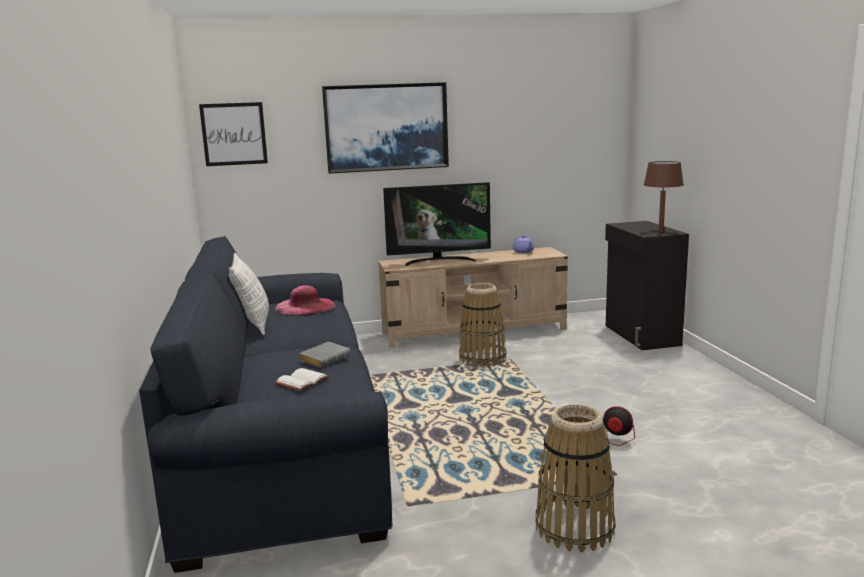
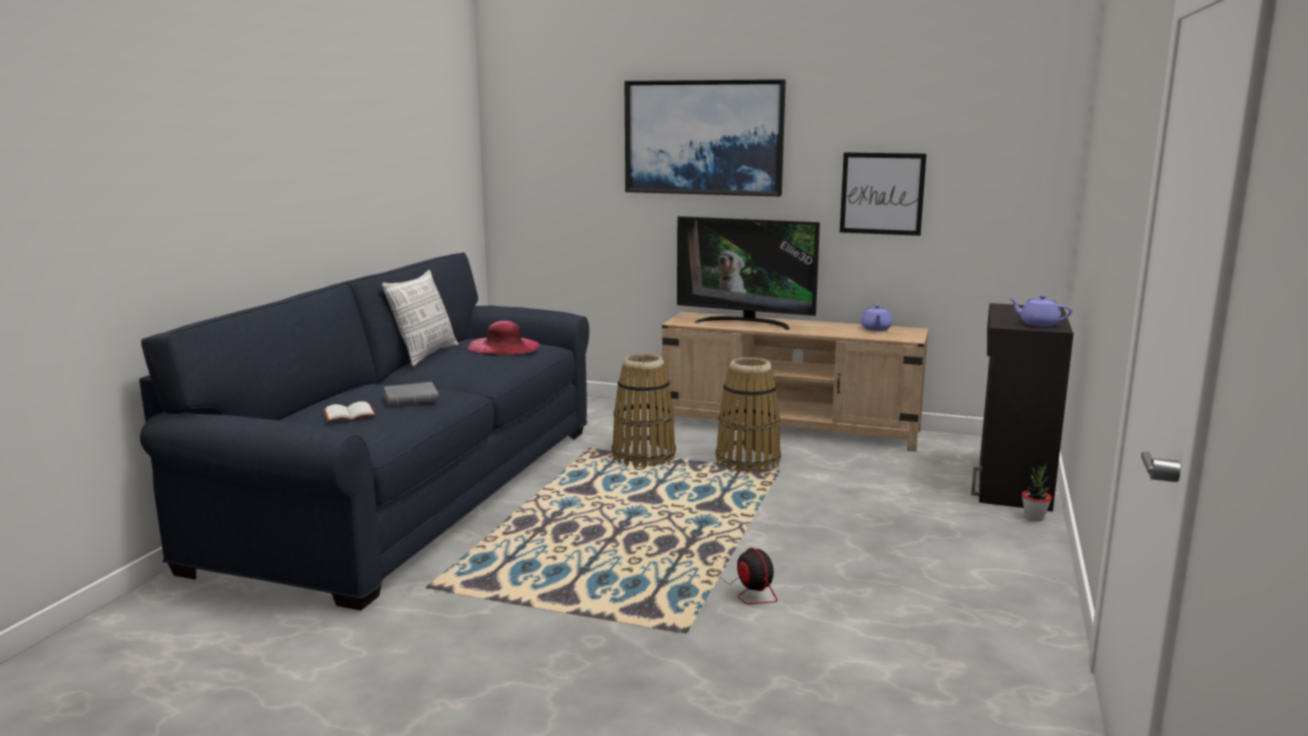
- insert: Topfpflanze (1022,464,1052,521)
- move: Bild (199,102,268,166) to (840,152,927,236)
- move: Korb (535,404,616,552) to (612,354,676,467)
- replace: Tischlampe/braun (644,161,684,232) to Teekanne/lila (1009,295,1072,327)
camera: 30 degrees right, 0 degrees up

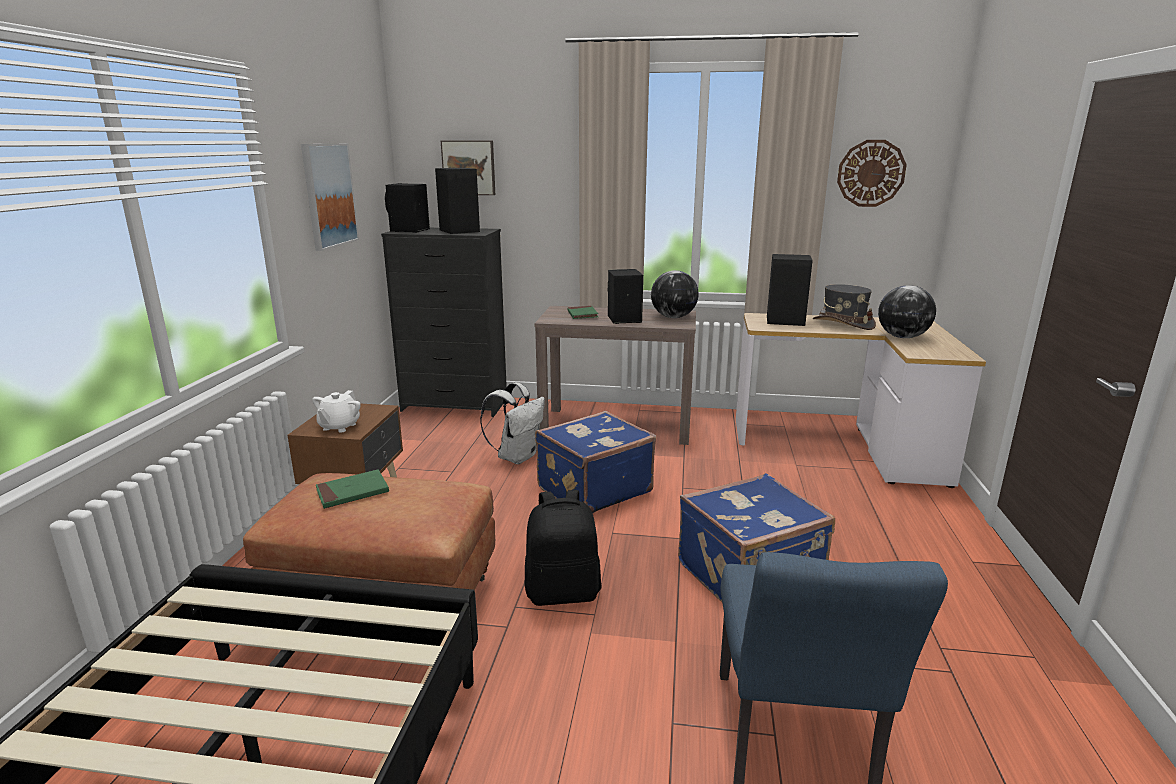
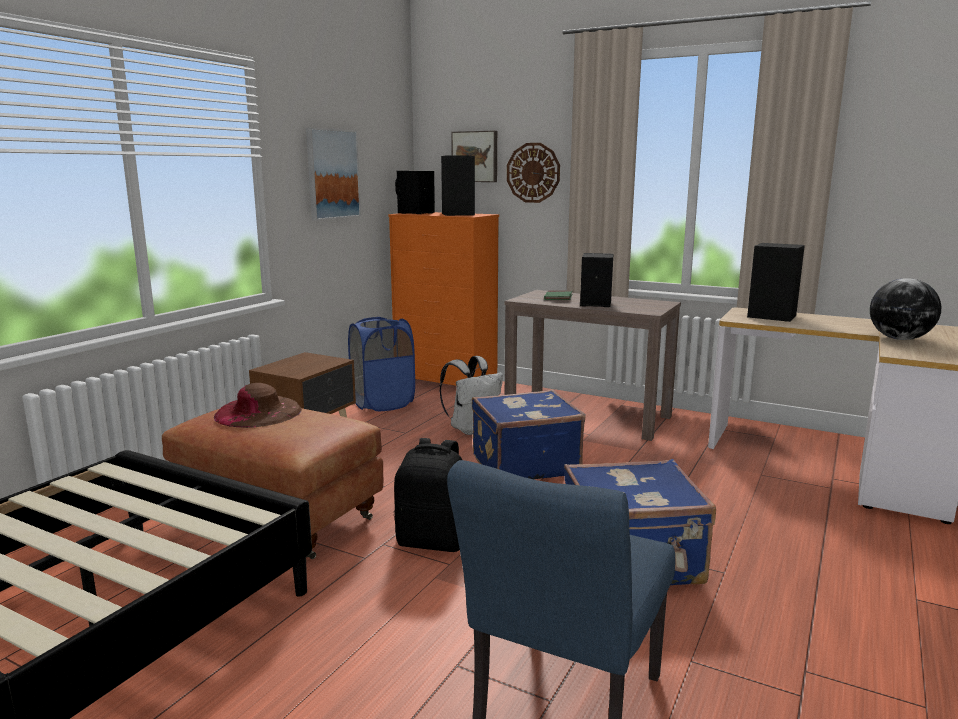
- delete: Teekanne/weiß (312,390,361,432)
- delete: Globus (651,270,699,318)
- delete: Hut/grau (813,284,876,330)
- insert: Wäschekorb/blau (348,317,415,411)
- move: Wanduhr (837,140,907,207) to (507,143,560,203)
- replace: Buch/grün (316,469,389,509) to Hut/braun (214,383,302,428)
- recolor: Kommode/schwarz (381,228,507,417) to Kommode/orange (388,212,499,386)
camera: 20 degrees right, 5 degrees down

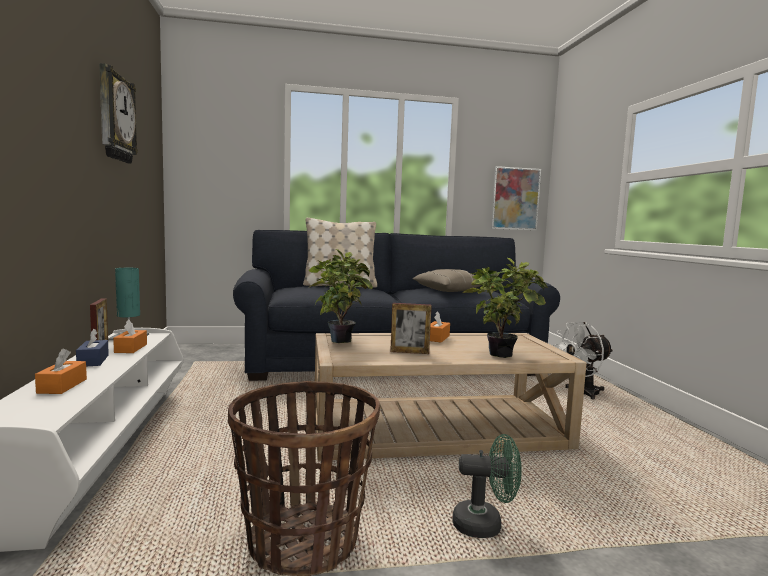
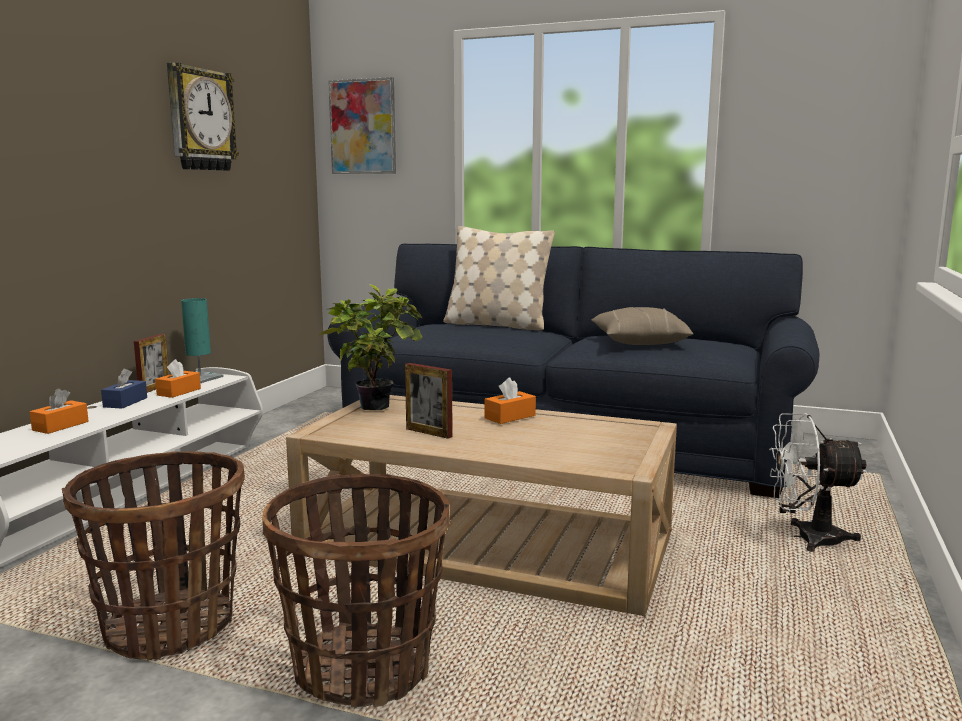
- delete: Topfpflanze (462,258,548,358)
- move: Bild (491,166,541,230) to (328,77,396,174)
- replace: Ventilator/grün (452,434,522,538) to Korb (262,474,450,708)
camera: 30 degrees right, 5 degrees up

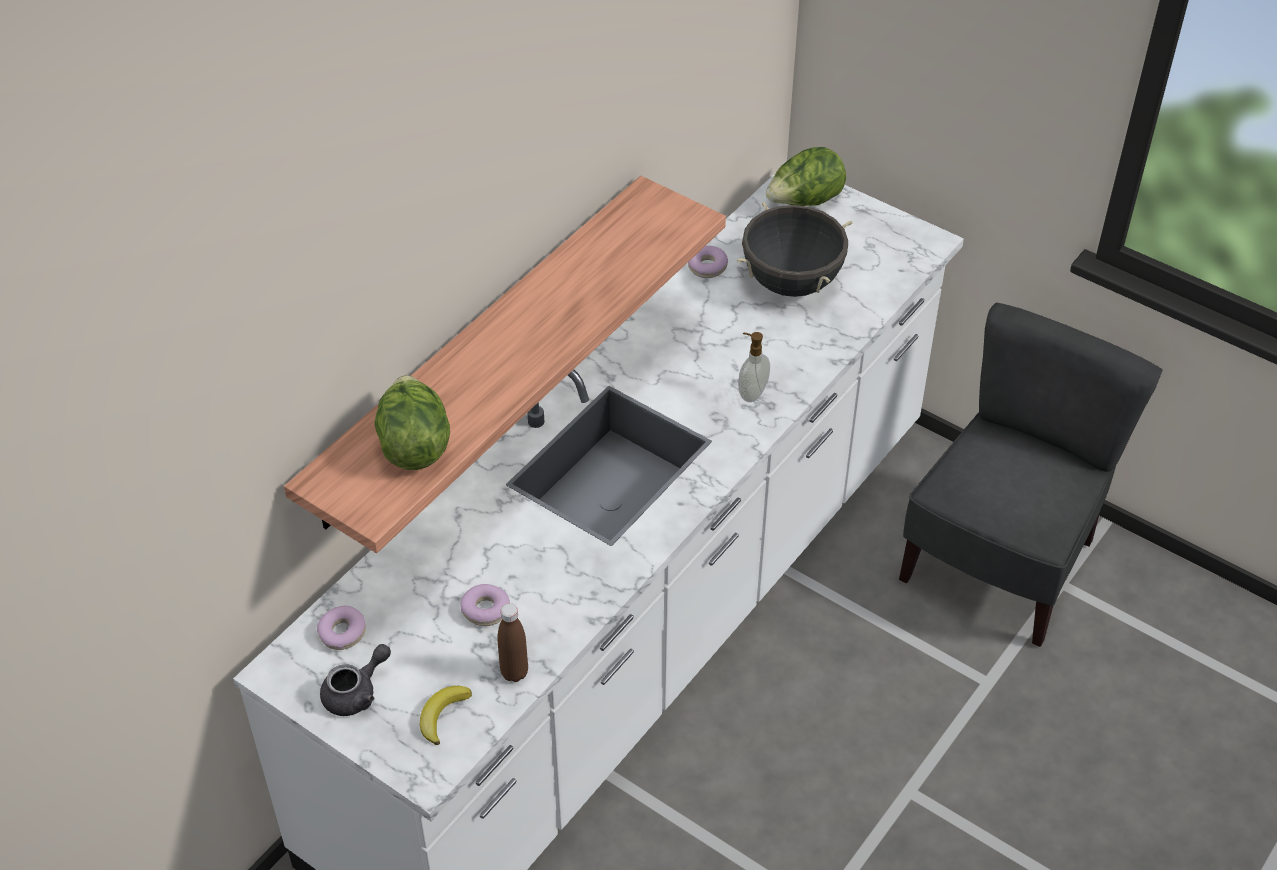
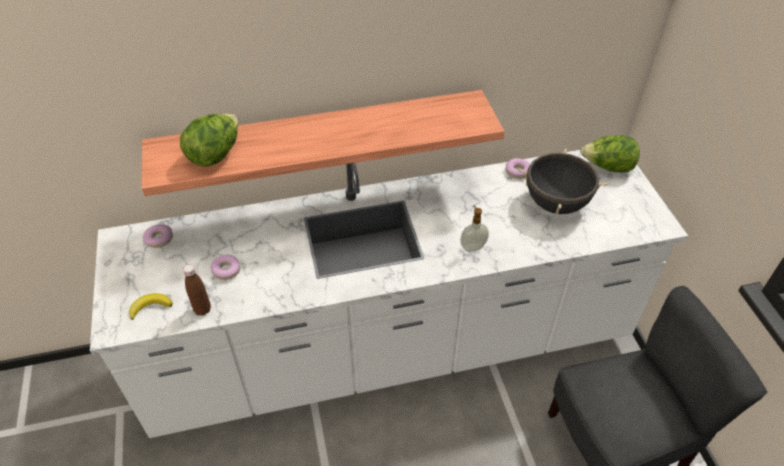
- delete: Teekanne/grau (320,644,391,716)
camera: 40 degrees right, 0 degrees up

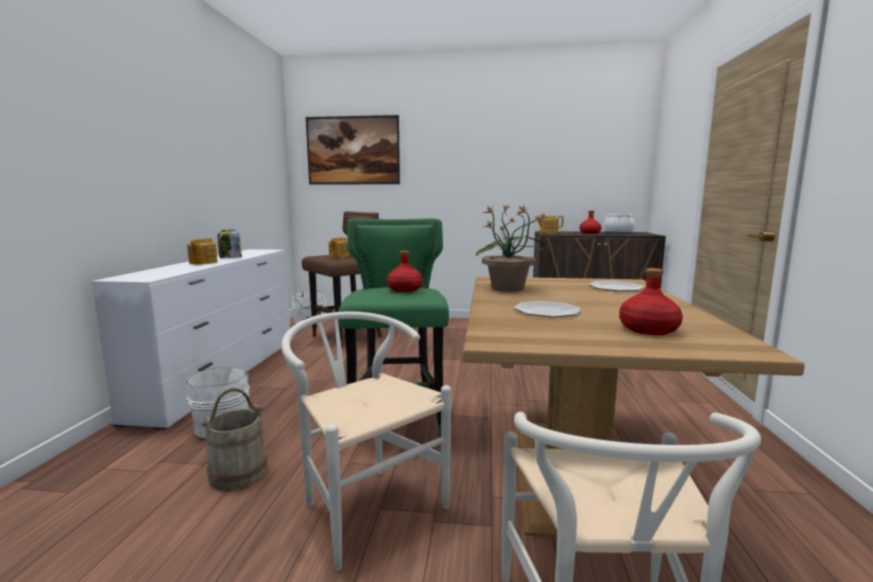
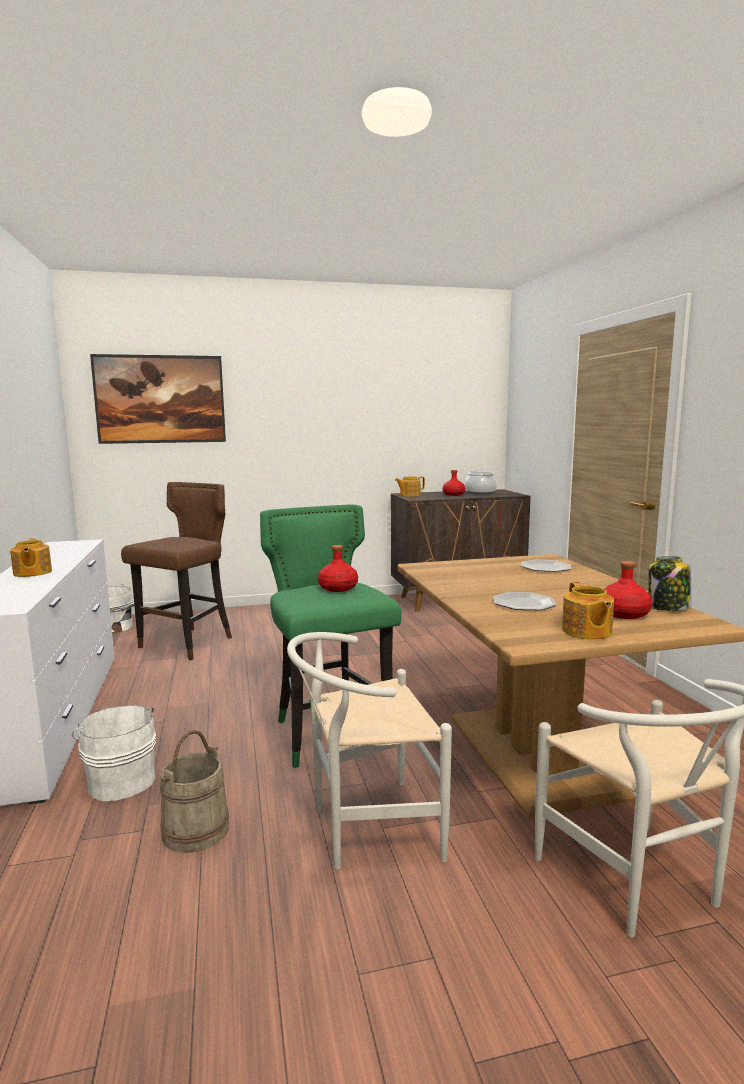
- delete: Topfpflanze (476,204,546,292)
- move: Vorratsglas (218,230,242,258) to (648,556,691,611)
- move: Teekanne (329,237,349,257) to (562,582,614,640)
- rotate: Stuhl/weiß (281,311,451,571) = (287,632,452,870) 45 degrees counterclockwise
camera: 20 degrees left, 0 degrees up

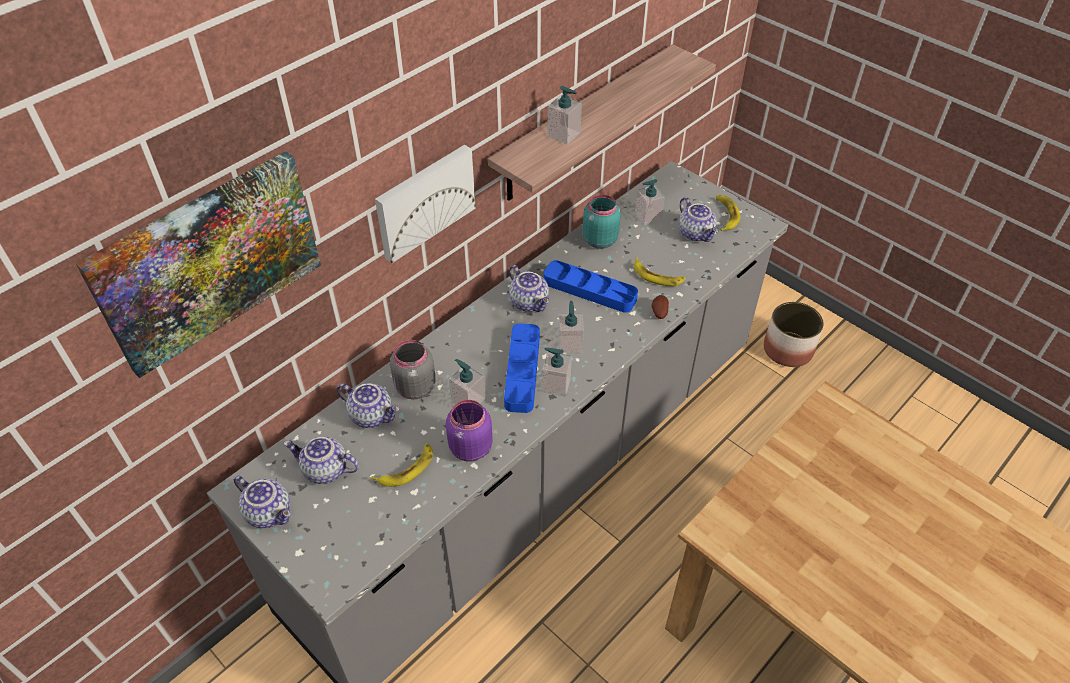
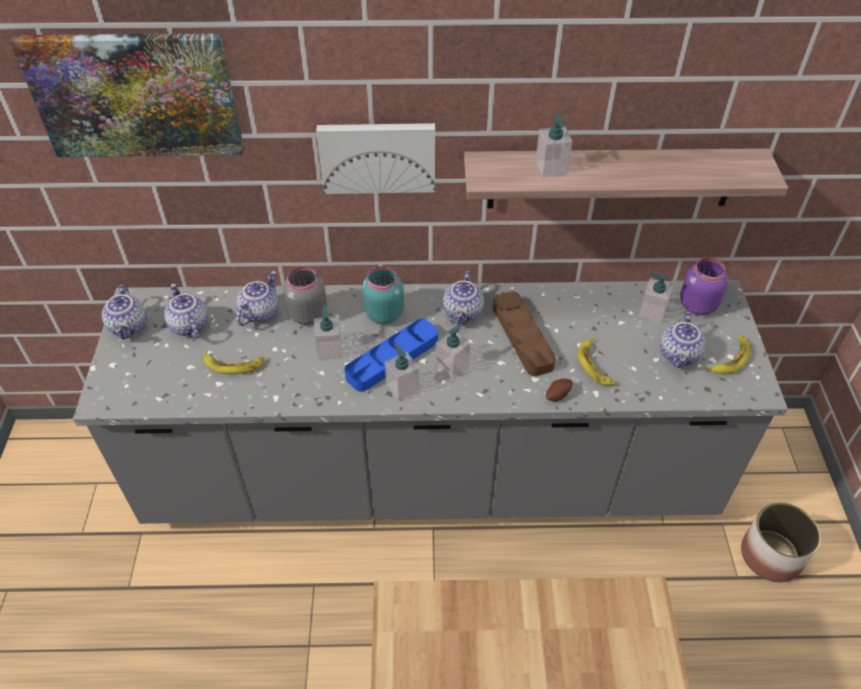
- move: Vorratsglas/lila (446,400,493,461) to (680,258,728,316)
- move: Vorratsglas/türkis (583,195,621,249) to (362,266,404,324)
- recolor: Tablett/blau (544,260,638,313) to Tablett/braun (493,291,556,376)
- rotate: Teekanne (337,383,400,428) = (236,271,279,326) 135 degrees counterclockwise
camera: 45 degrees right, 0 degrees up

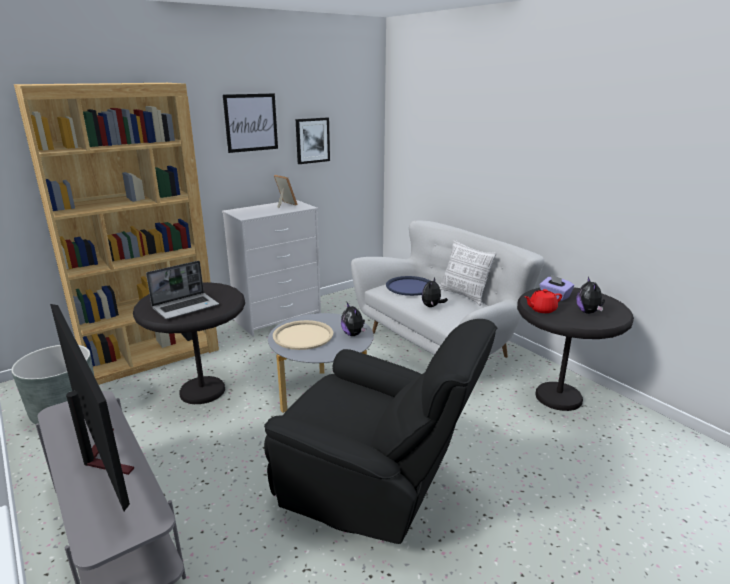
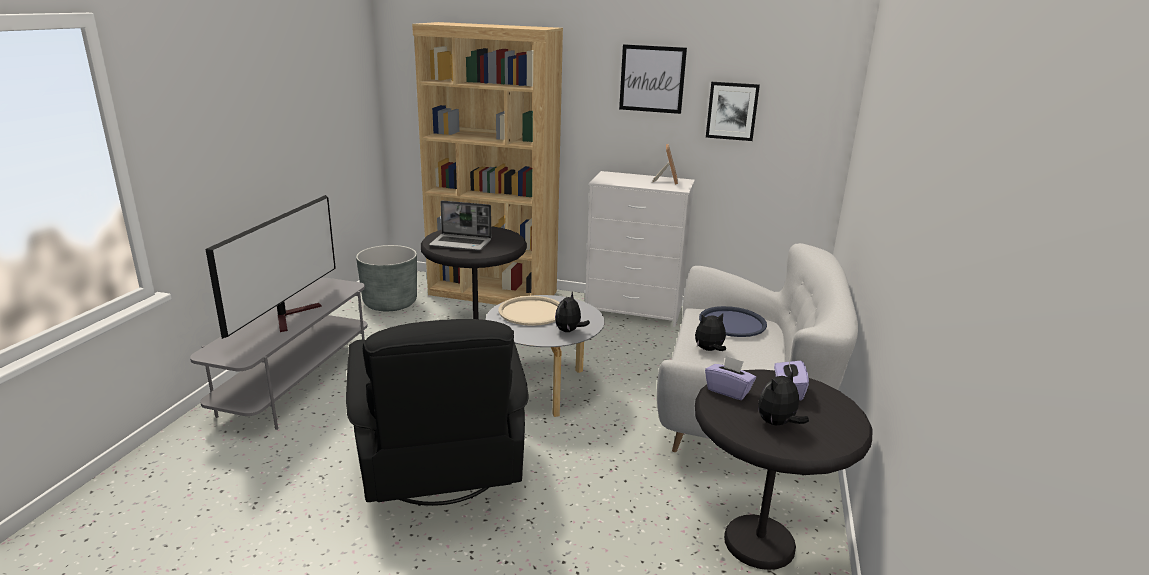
- delete: Kissen (440,239,496,306)
- replace: Teekanne/rot (525,289,562,313) to Taschentuchbox/lila (705,356,756,400)
camera: 50 degrees right, 0 degrees up

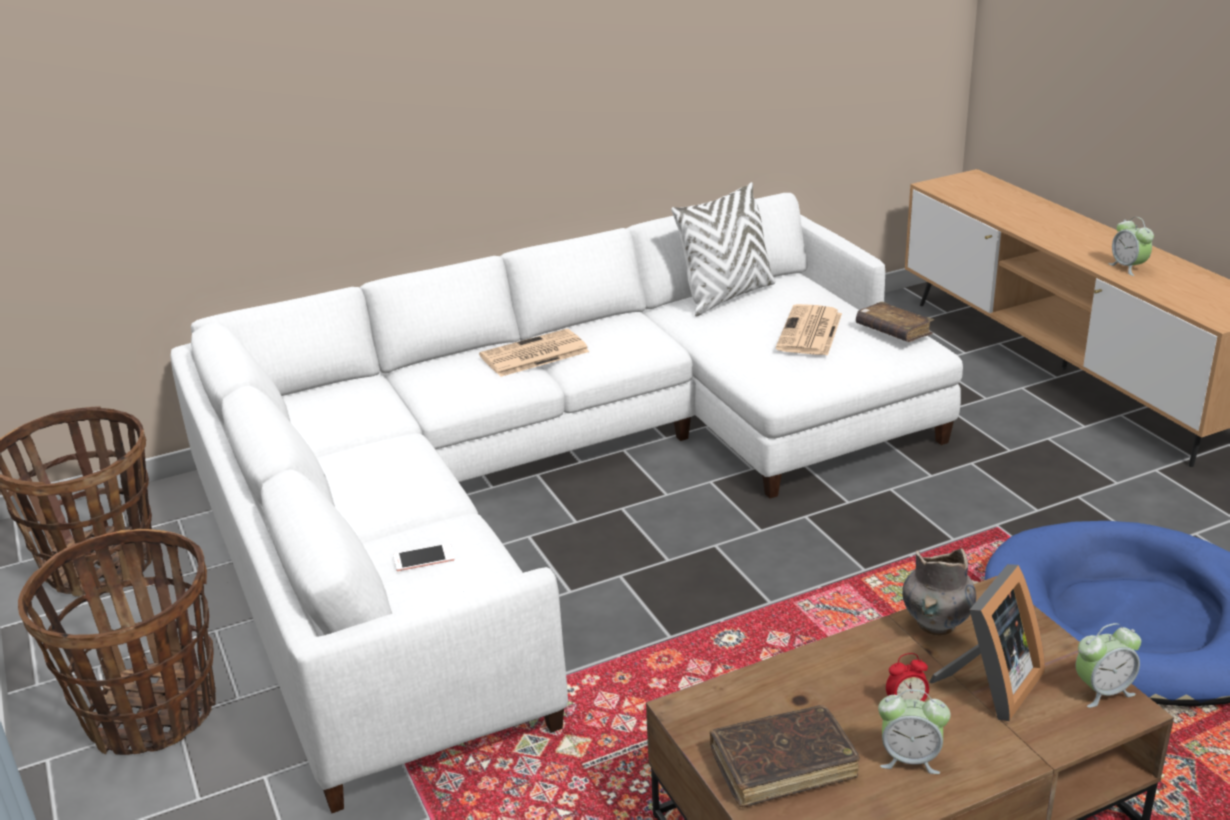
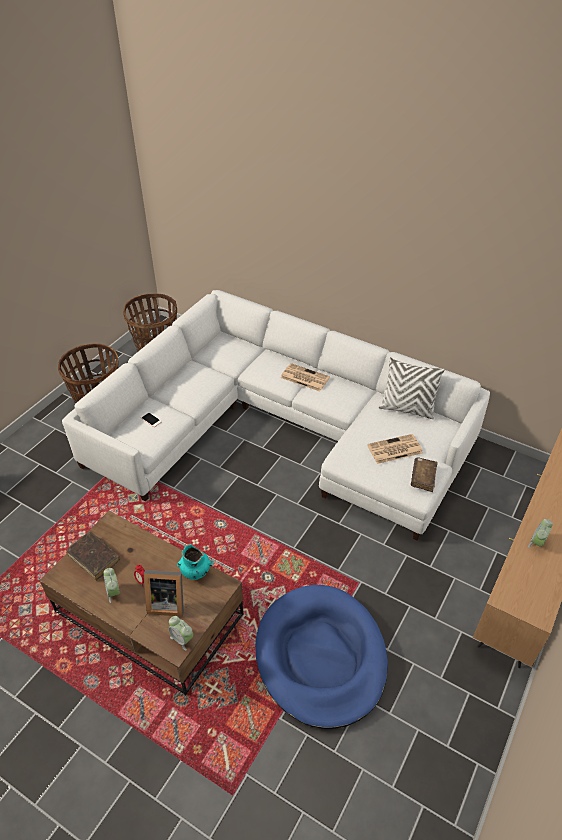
- recolor: Vase/grau (902,548,976,636) to Vase/türkis (177,544,213,580)
camera: 55 degrees right, 15 degrees up

